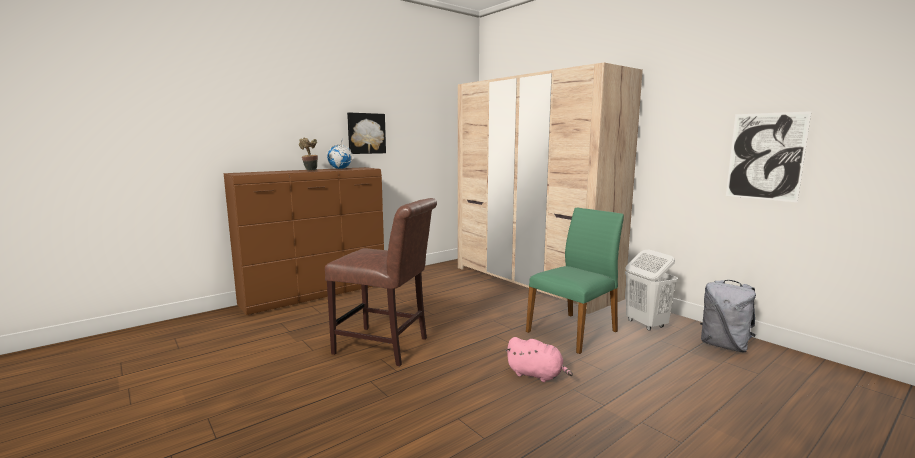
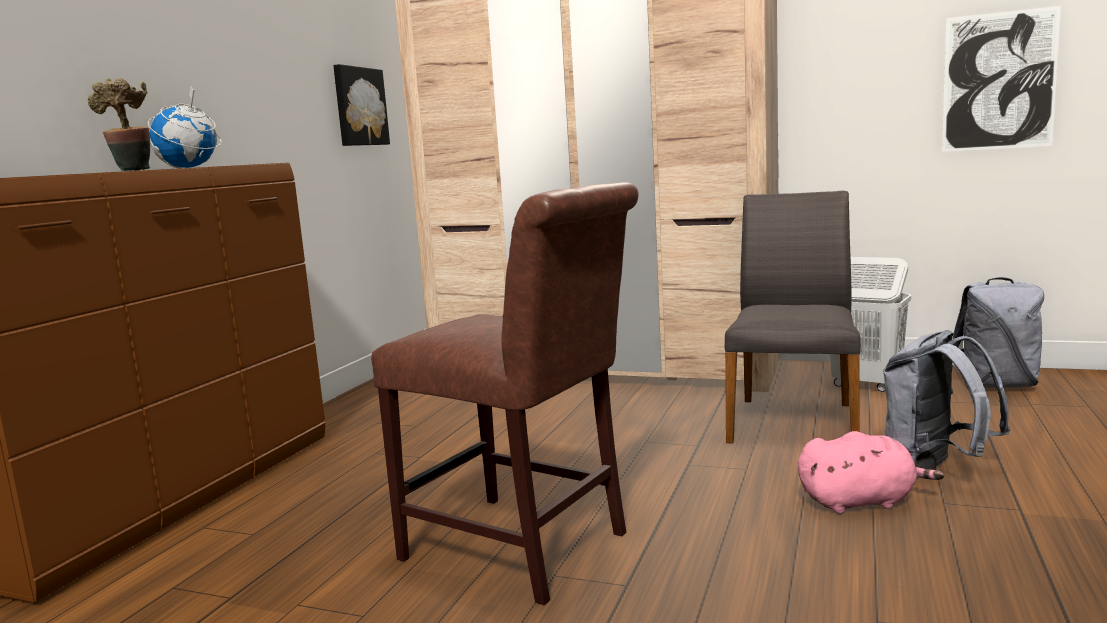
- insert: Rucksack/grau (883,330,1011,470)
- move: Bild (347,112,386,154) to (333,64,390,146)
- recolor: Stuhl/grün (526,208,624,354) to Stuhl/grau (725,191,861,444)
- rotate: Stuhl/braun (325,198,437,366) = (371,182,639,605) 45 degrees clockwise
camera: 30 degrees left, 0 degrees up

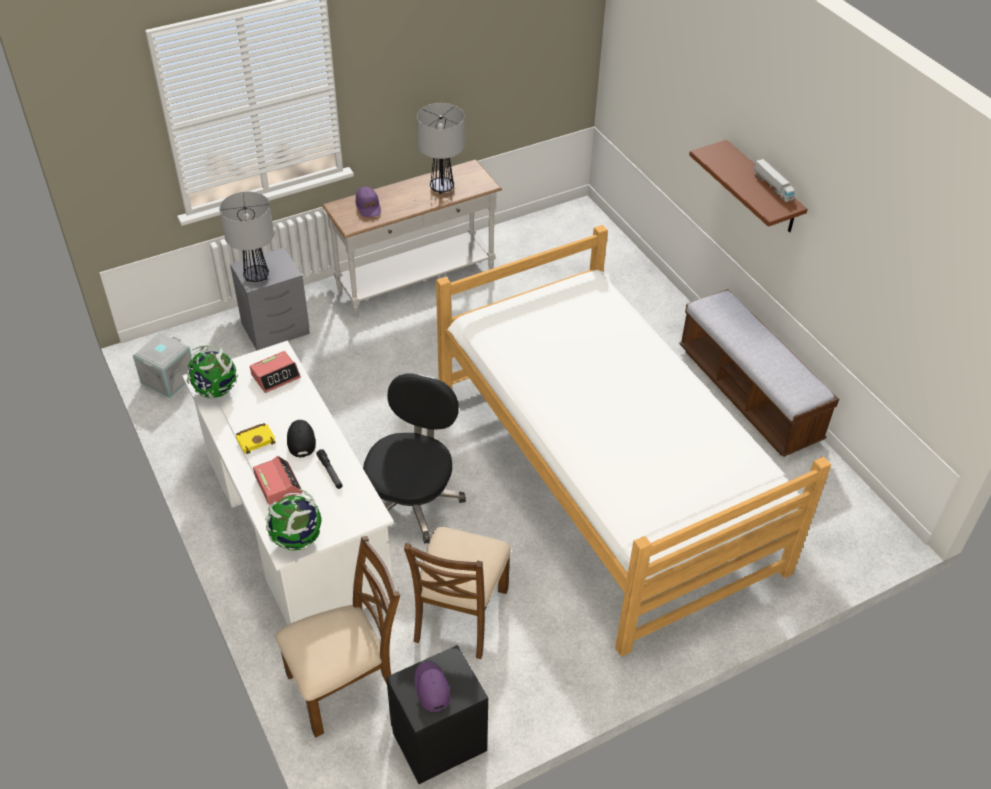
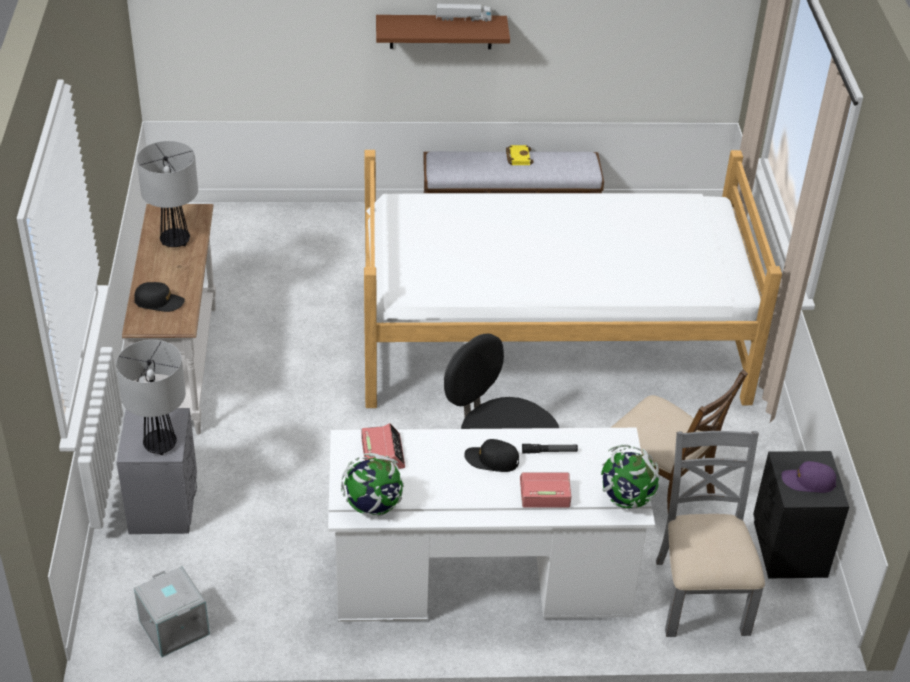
- move: Buch/gelb (236,423,276,454) to (506,145,533,165)
- recolor: Stuhl/braun (276,536,400,738) to Stuhl/grau (656,431,765,637)
- recolor: Kappe/lila (356,187,381,217) to Kappe/schwarz (135,282,185,312)
camera: 65 degrees left, 5 degrees down

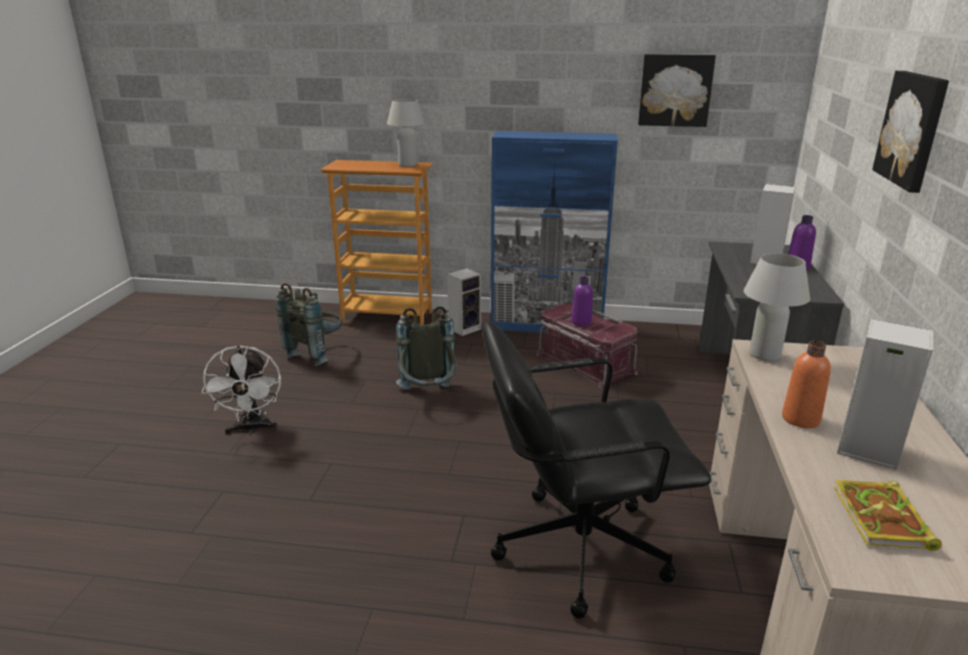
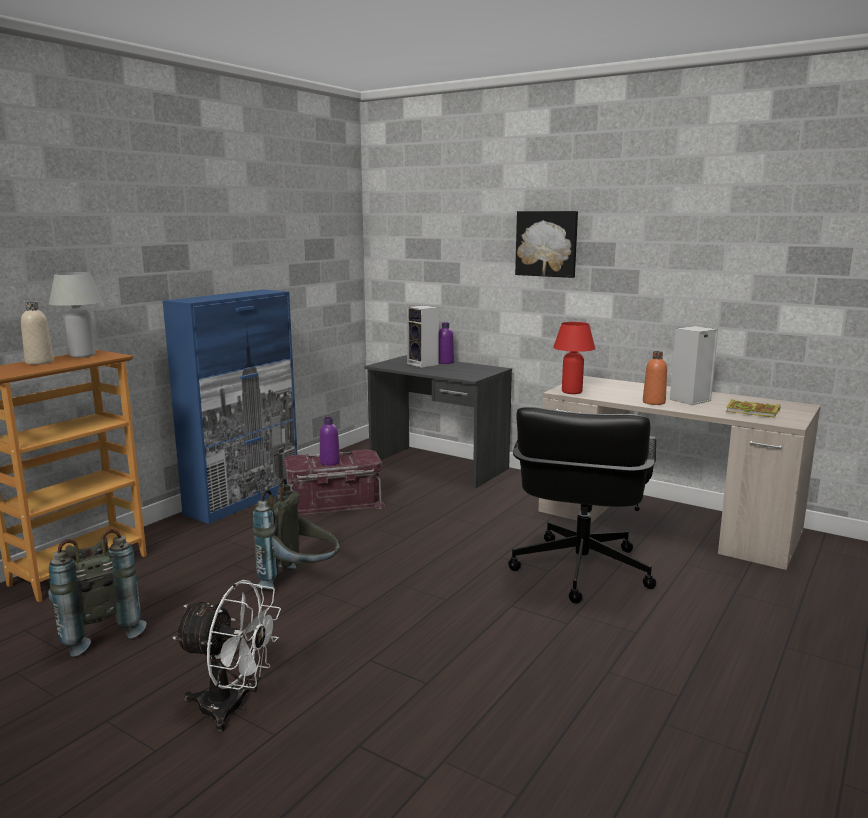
- delete: Lautsprecher (447,268,481,336)
- delete: Bild (638,54,716,127)
- insert: Flasche/beige (21,302,54,365)
- recolor: Tischlampe/weiß (744,253,810,361) to Tischlampe/rot (553,322,595,394)
camera: 65 degrees left, 10 degrees down

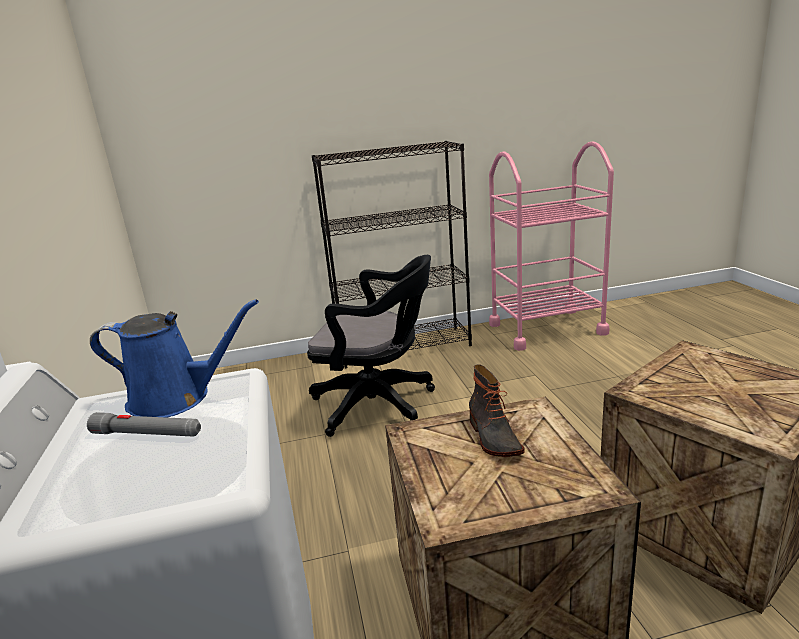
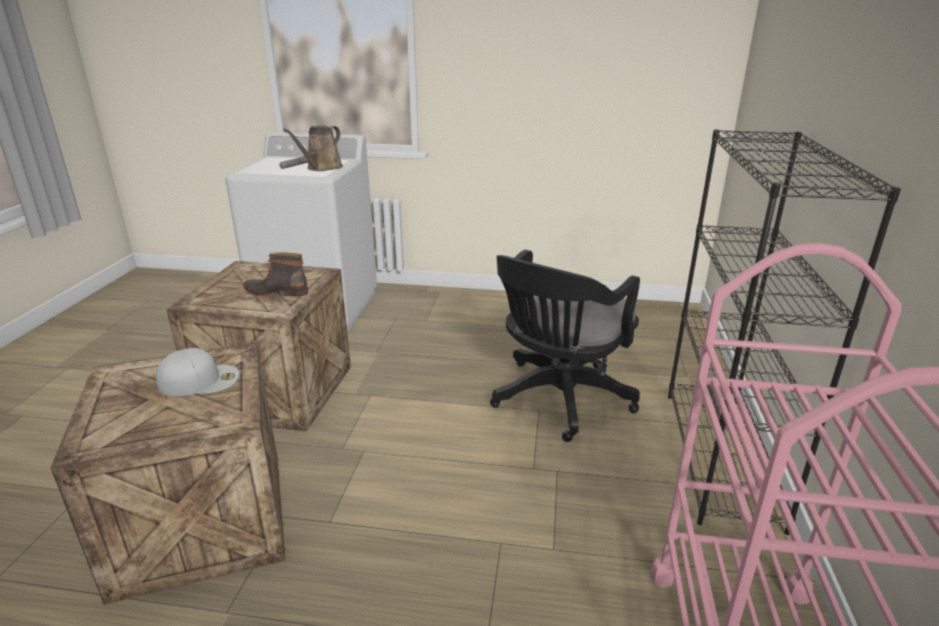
- insert: Kappe/weiß (156,348,239,396)
- recolor: Gießkanne/blau (90,299,259,418) to Gießkanne/braun (283,125,343,171)
camera: 110 degrees right, 5 degrees up

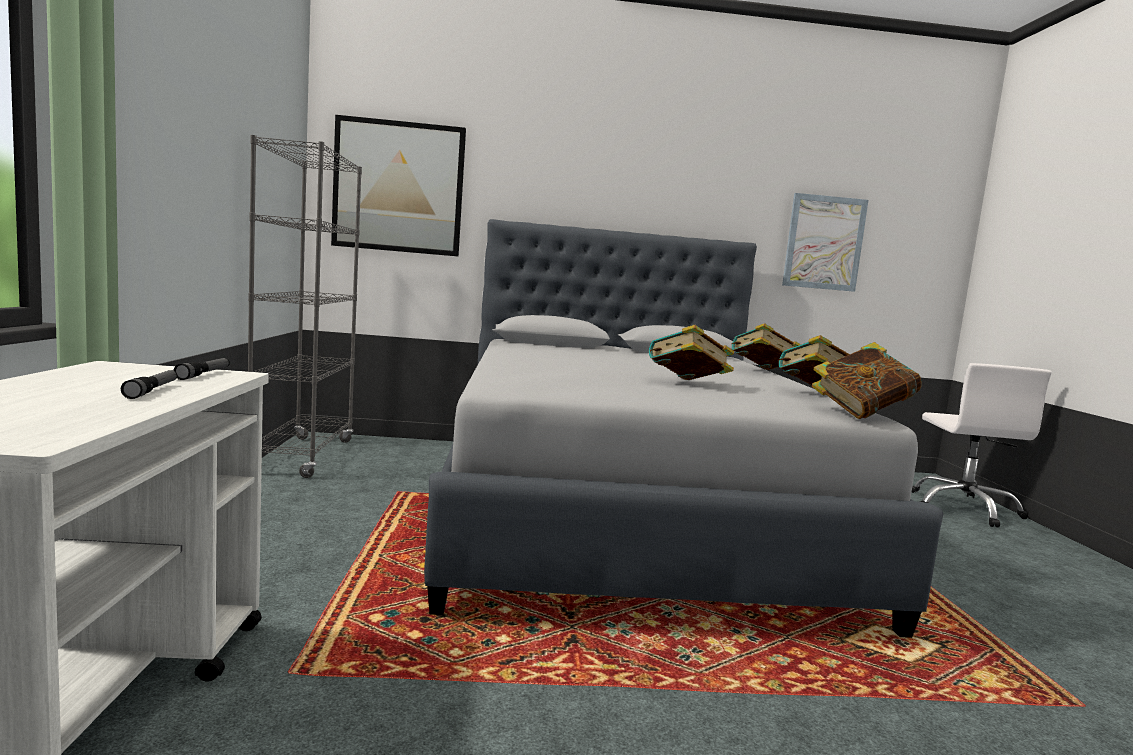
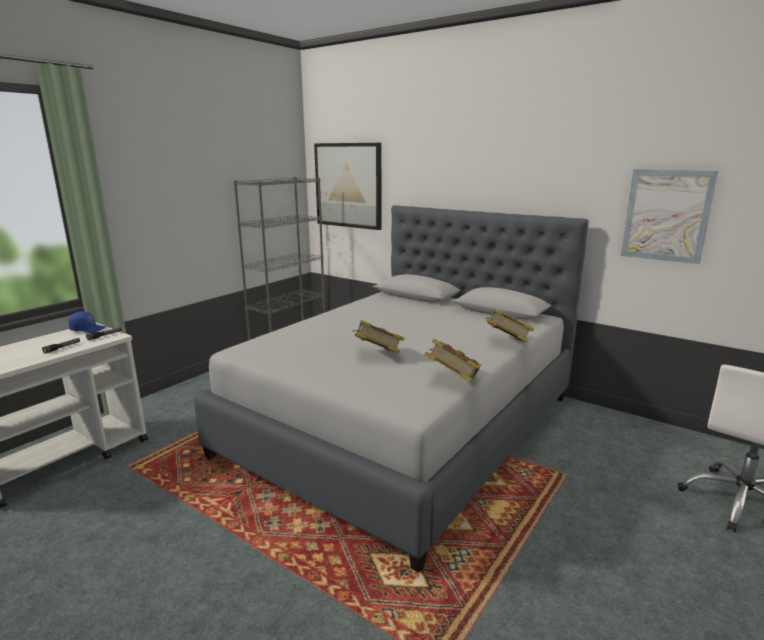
- delete: Buch (812,342,921,419)
- insert: Kappe/blau (68,311,106,333)
camera: 40 degrees right, 10 degrees up

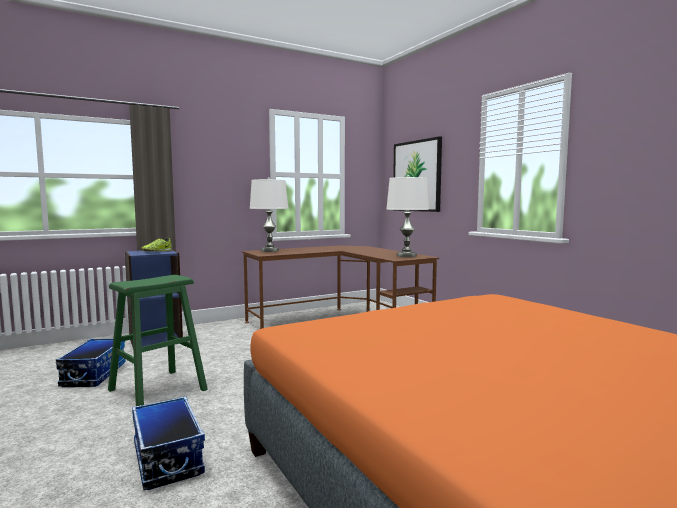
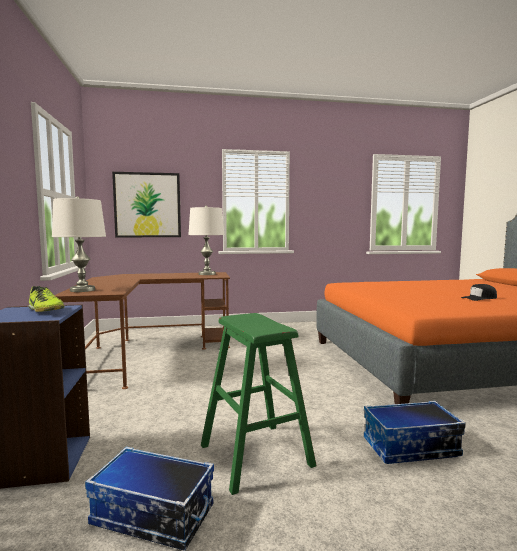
- insert: Kappe/schwarz (461,284,497,301)
camera: 70 degrees left, 0 degrees up

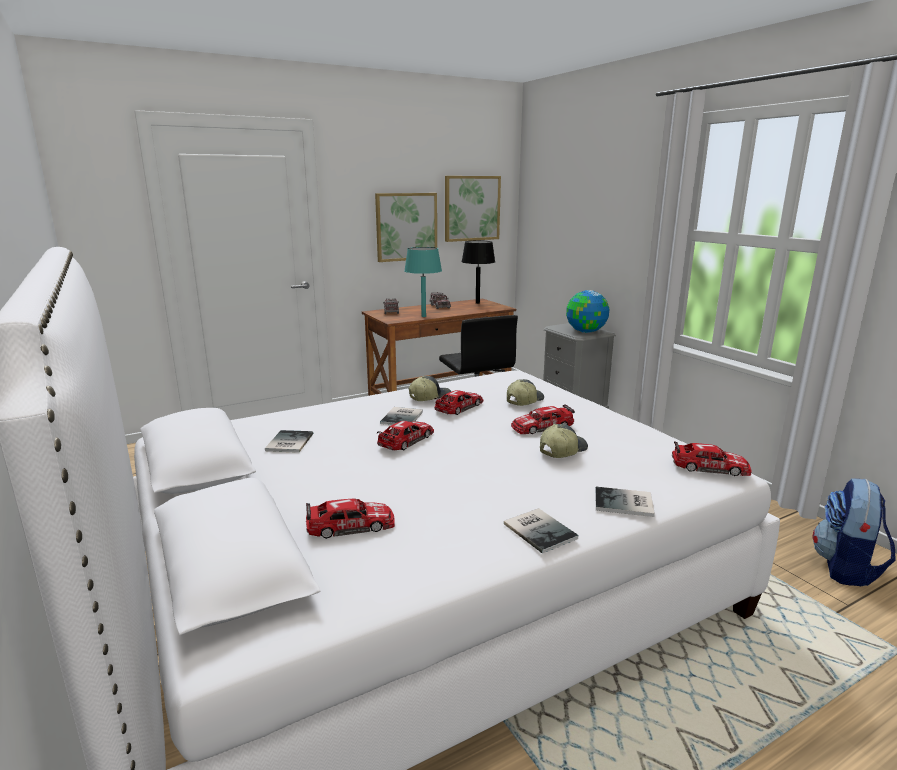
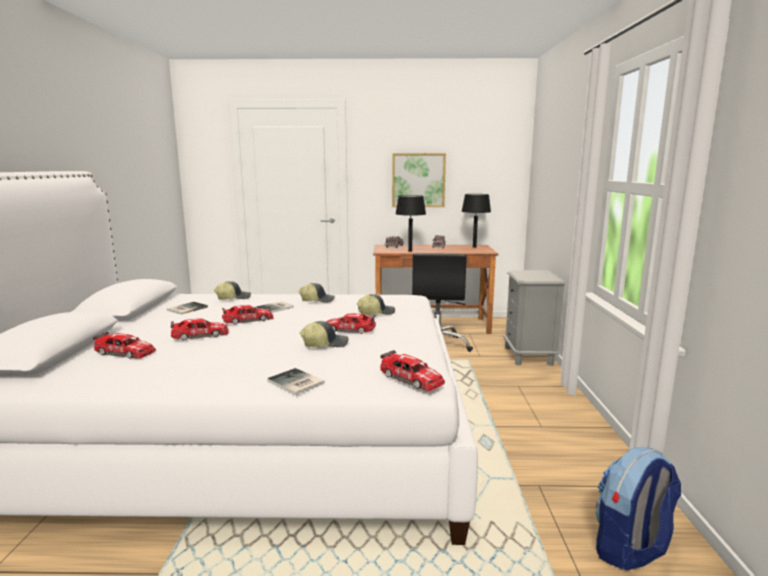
- delete: Bild (445,176,501,242)
- delete: Buch (504,508,578,554)
- delete: Globus (566,290,609,333)
- insert: Kappe (214,281,251,300)
- move: Spielzeugauto (434,390,483,415) to (171,318,228,340)
- recolor: Tischlampe/türkis (404,247,442,317) to Tischlampe/schwarz (395,195,426,252)
camera: 30 degrees right, 5 degrees down

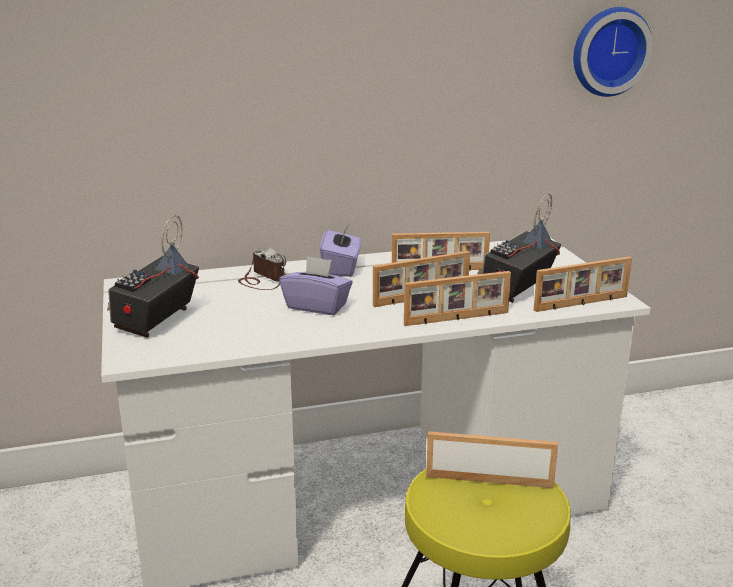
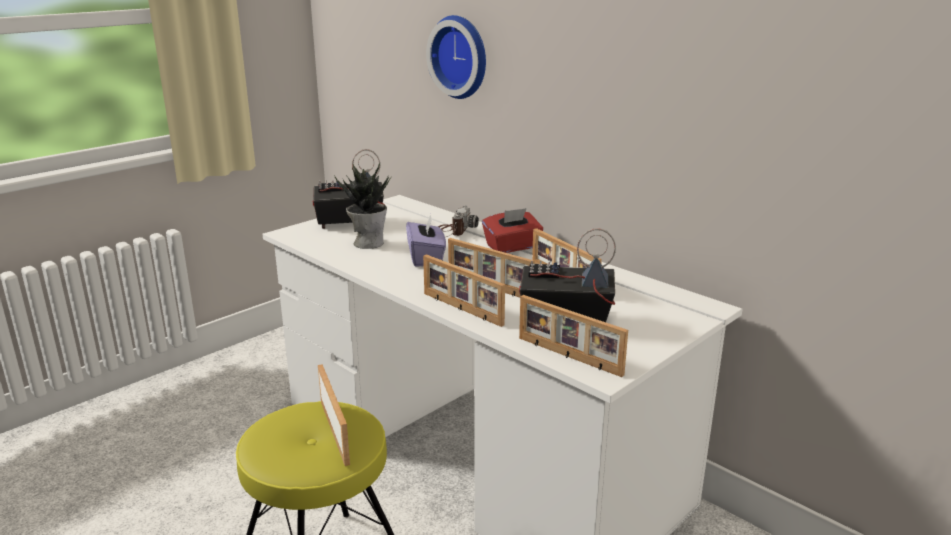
- insert: Topfpflanze (334,162,391,249)
- move: Wanduhr (573,7,653,97) to (426,15,486,99)
- recolor: Taschentuchbox/lila (320,224,361,277) to Taschentuchbox/rot (482,208,543,253)
camera: 60 degrees right, 0 degrees up

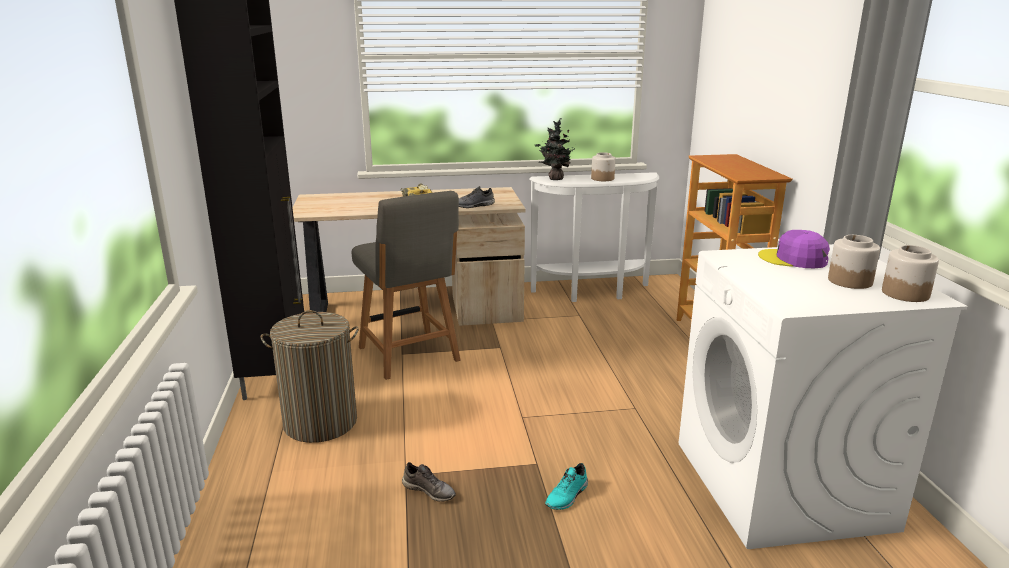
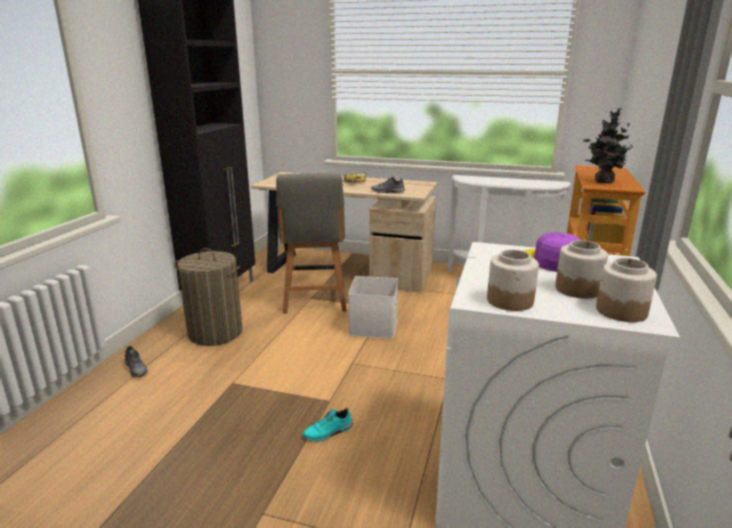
- insert: Aufbewahrungsbox/weiß (348,276,398,339)
- move: Schuh/grau (402,462,456,501) to (125,346,148,377)
- move: Topfpflanze (535,118,578,180) to (583,108,639,183)
- move: Vorratsglas (591,152,615,181) to (487,249,539,311)
camera: 25 degrees right, 0 degrees up

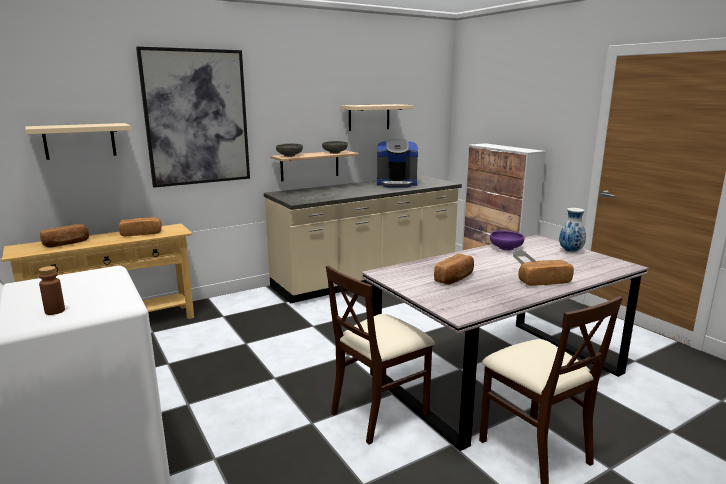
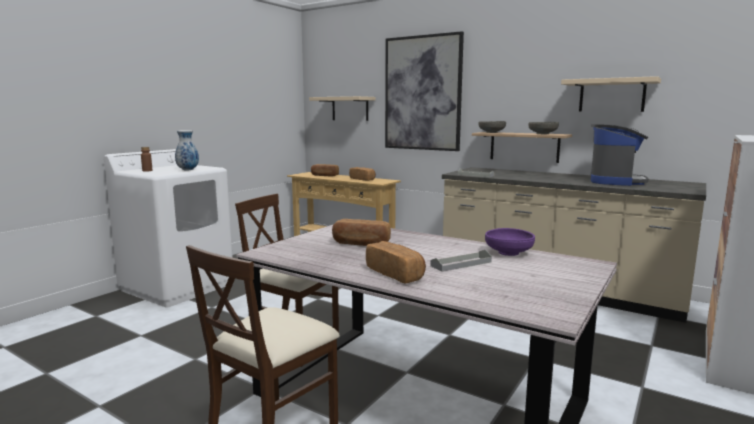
- move: Vase (559,208,586,252) to (175,130,199,171)
- rotate: Kaffeemaschine (377,139,418,188) = (590,124,648,186) 135 degrees counterclockwise
camera: 65 degrees right, 5 degrees down

